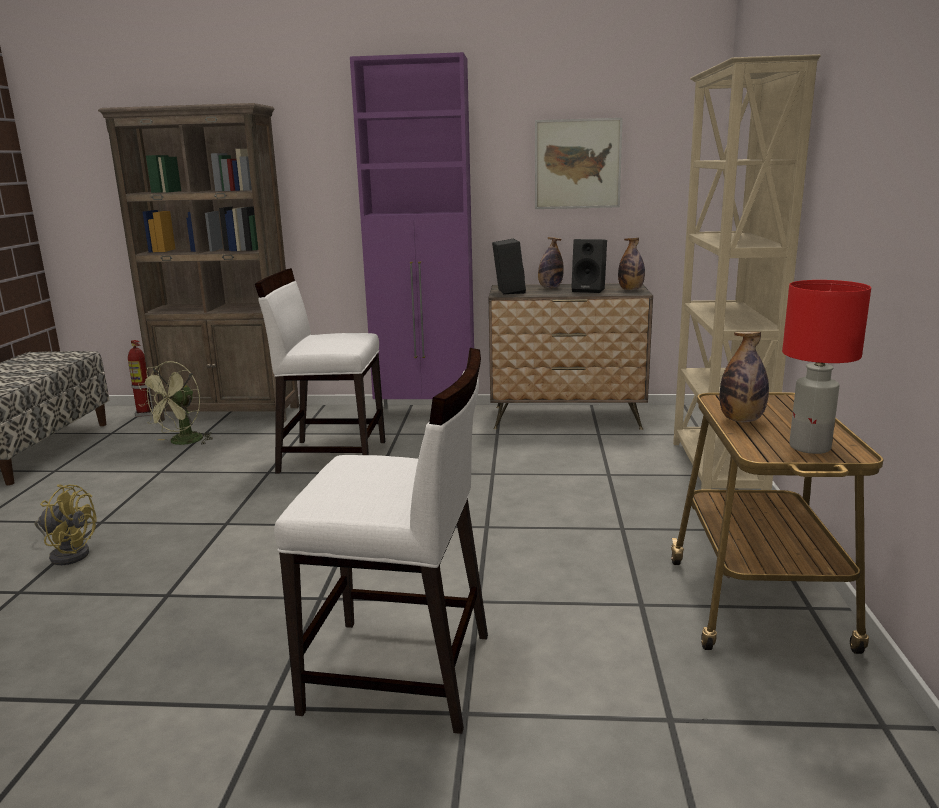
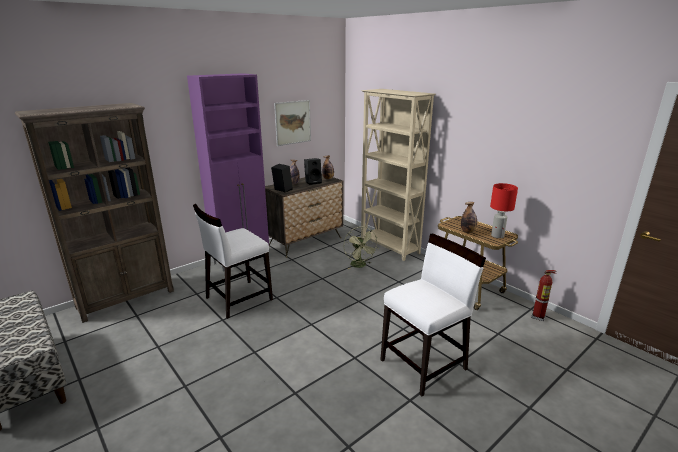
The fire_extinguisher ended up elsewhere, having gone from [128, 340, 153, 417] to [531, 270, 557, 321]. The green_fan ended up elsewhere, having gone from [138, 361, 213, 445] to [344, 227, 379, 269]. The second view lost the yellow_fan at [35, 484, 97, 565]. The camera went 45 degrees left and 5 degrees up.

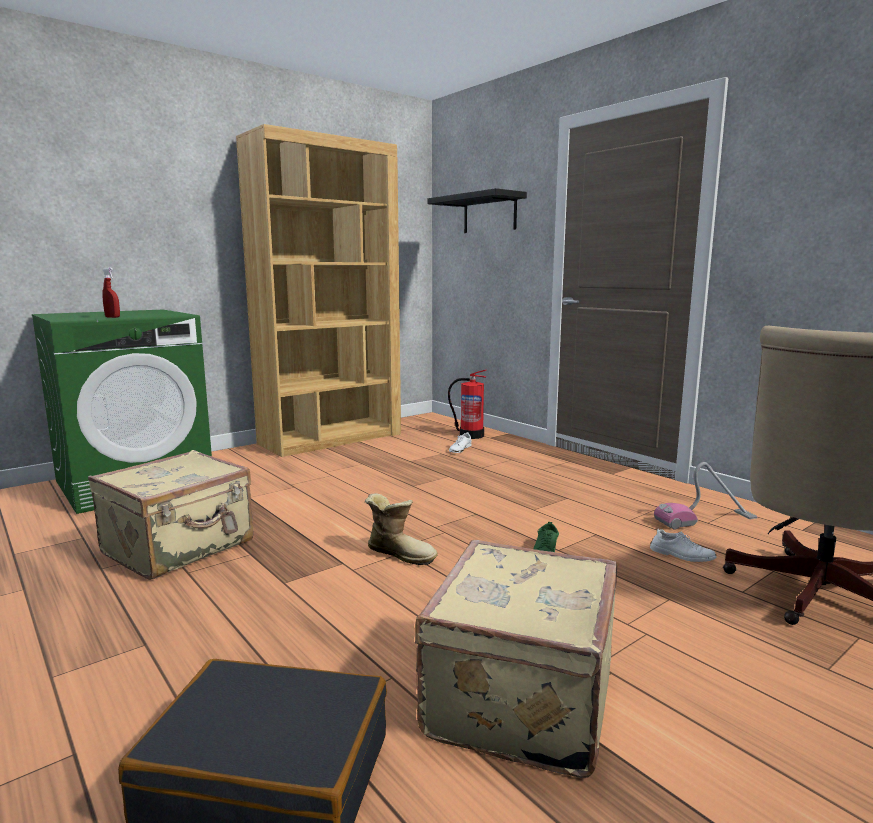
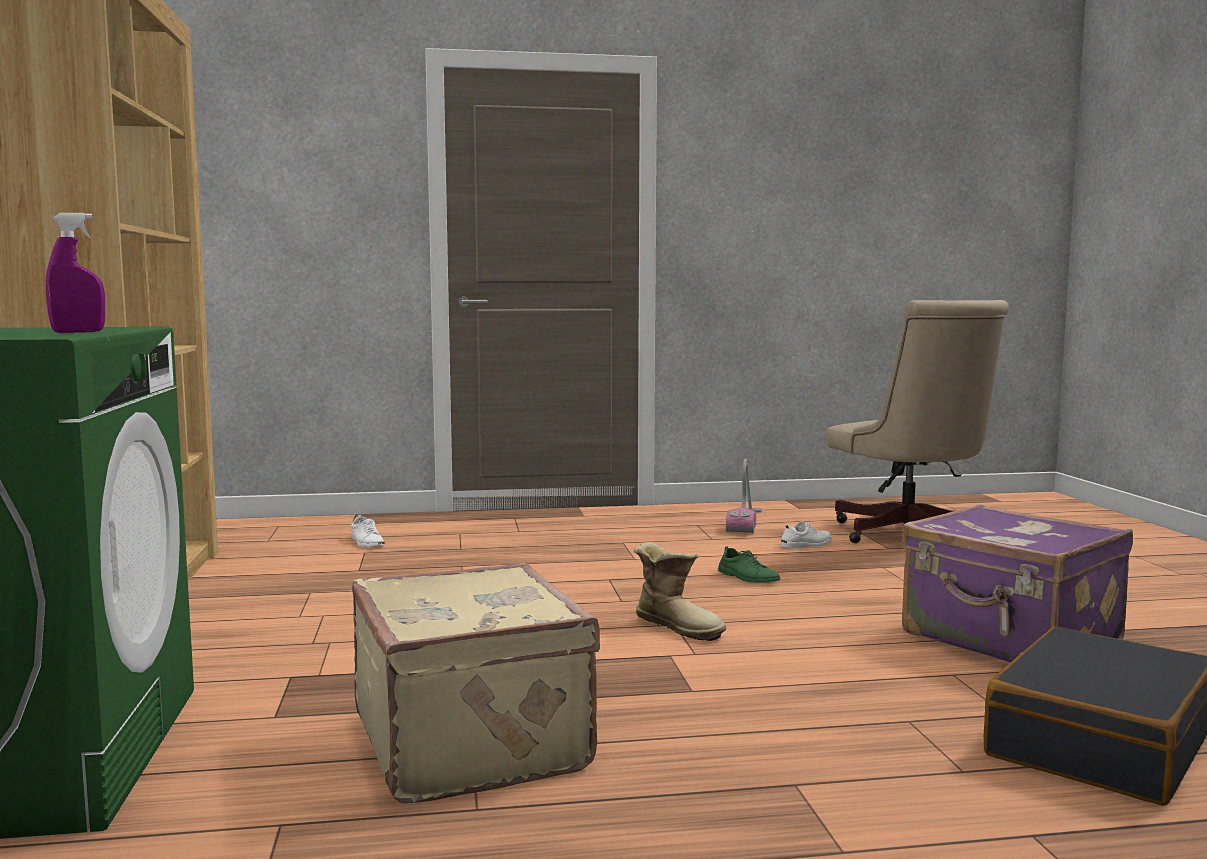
The second view lost the black_shelf at [428, 188, 527, 233]. What was the red_spray_bottle at [102, 268, 120, 318] turned into the purple_spray_bottle at [46, 213, 105, 333]. The second view lost the fire_extinguisher at [448, 369, 486, 439]. The boot at [365, 493, 438, 565] ended up facing another way, 75 degrees clockwise from before. What was the beige_suitcase at [415, 540, 617, 778] turned into the purple_suitcase at [901, 504, 1133, 663]. The camera went 60 degrees left and 5 degrees down.

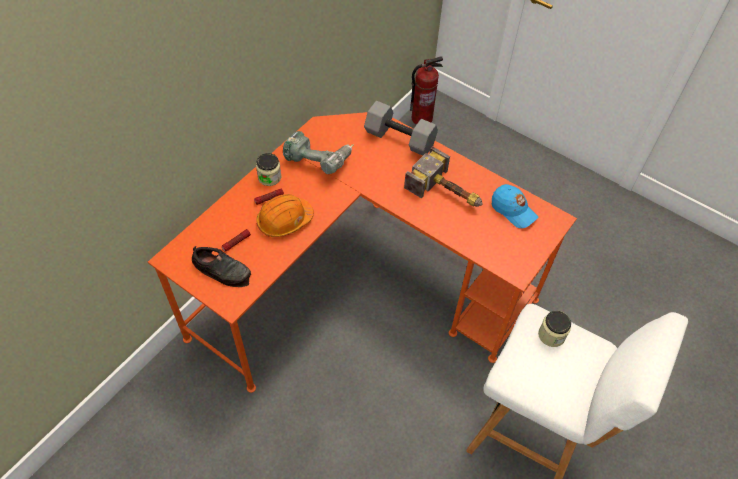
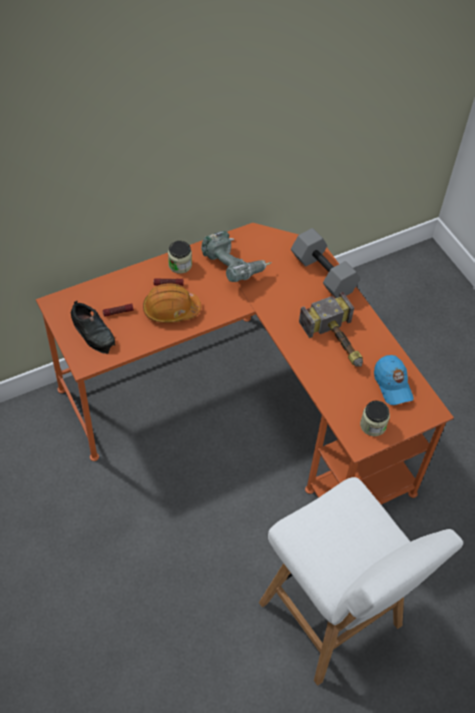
The second view lost the fire_extinguisher at [410, 56, 443, 125]. The jar ended up elsewhere, having gone from [538, 311, 571, 347] to [360, 401, 390, 436]. The camera went 25 degrees right and 0 degrees up.

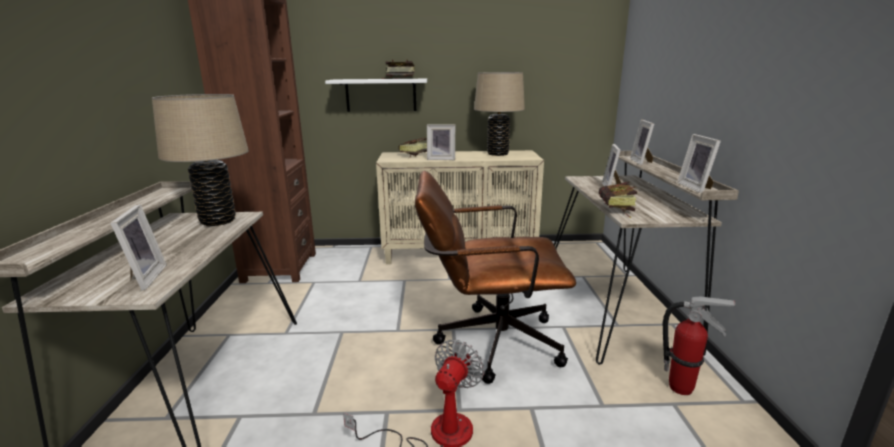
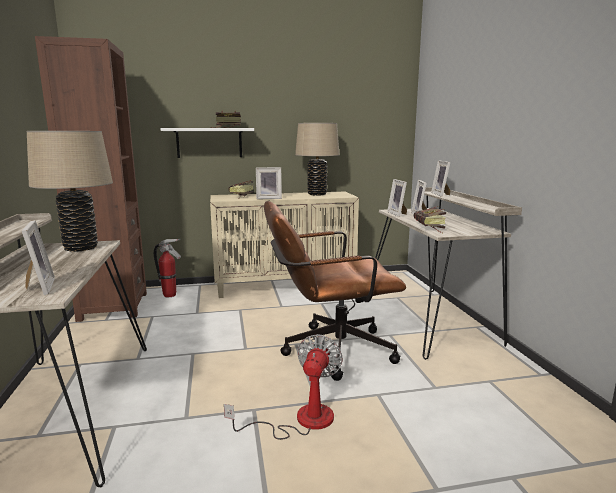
The picture_frame ended up elsewhere, having gone from [677, 134, 721, 193] to [387, 179, 407, 217]. The fire_extinguisher ended up elsewhere, having gone from [663, 297, 736, 395] to [154, 239, 181, 297]. The camera went 10 degrees left and 5 degrees down.

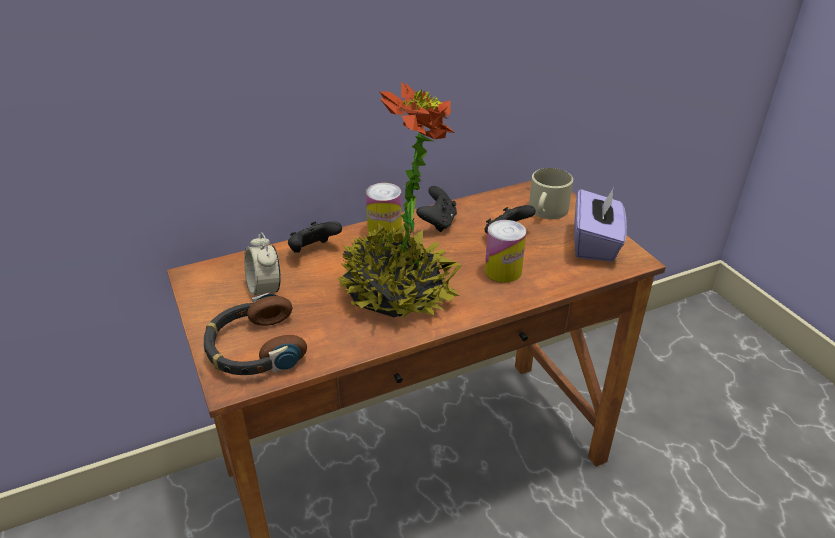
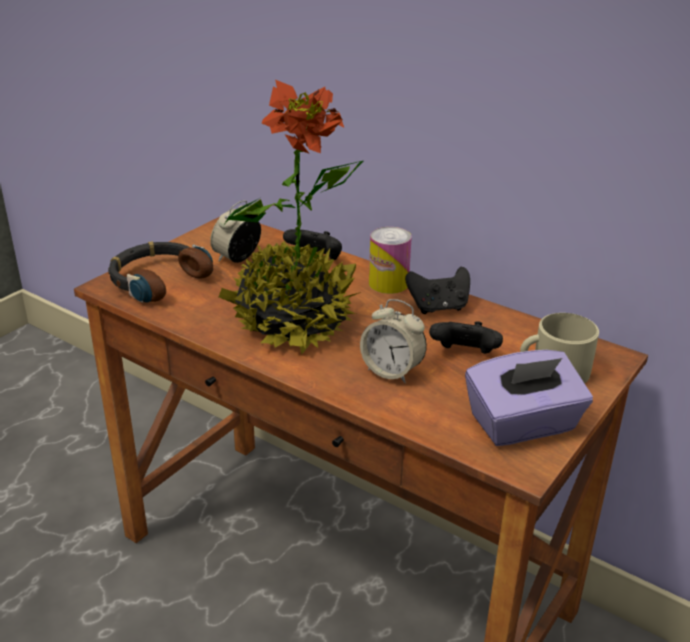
Where the can stood at [485, 220, 526, 283], the alarm_clock came to stand at [360, 299, 427, 383]. The camera went 60 degrees right and 5 degrees down.

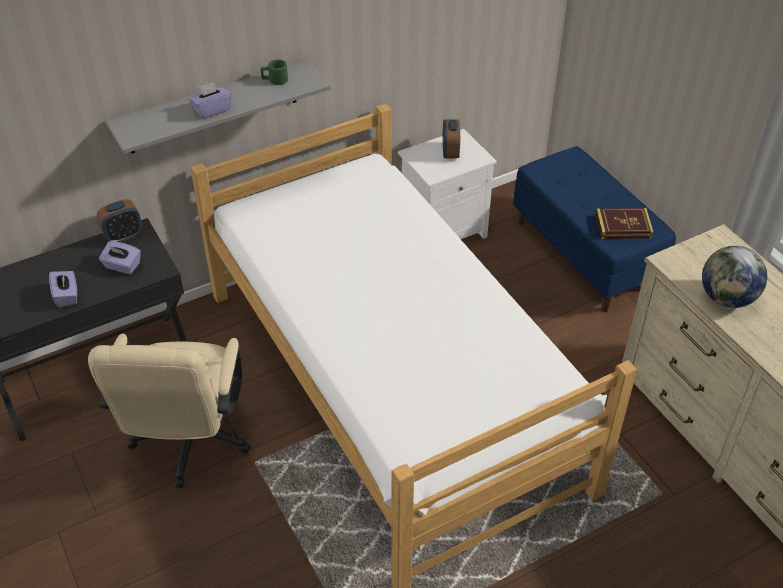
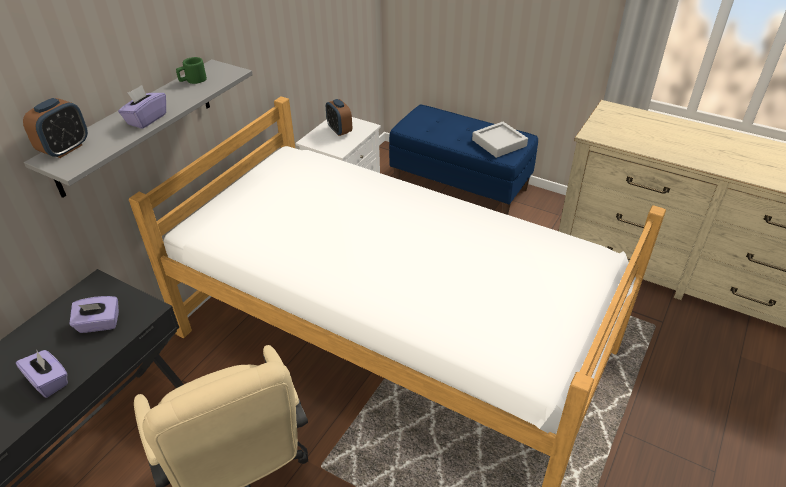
The alarm_clock ended up elsewhere, having gone from [97, 199, 142, 242] to [23, 98, 88, 158]. Where the book stood at [595, 208, 654, 239], the grey_tray came to stand at [472, 122, 528, 158]. The second view lost the globe at [702, 246, 767, 308]. The camera went 30 degrees left and 5 degrees down.

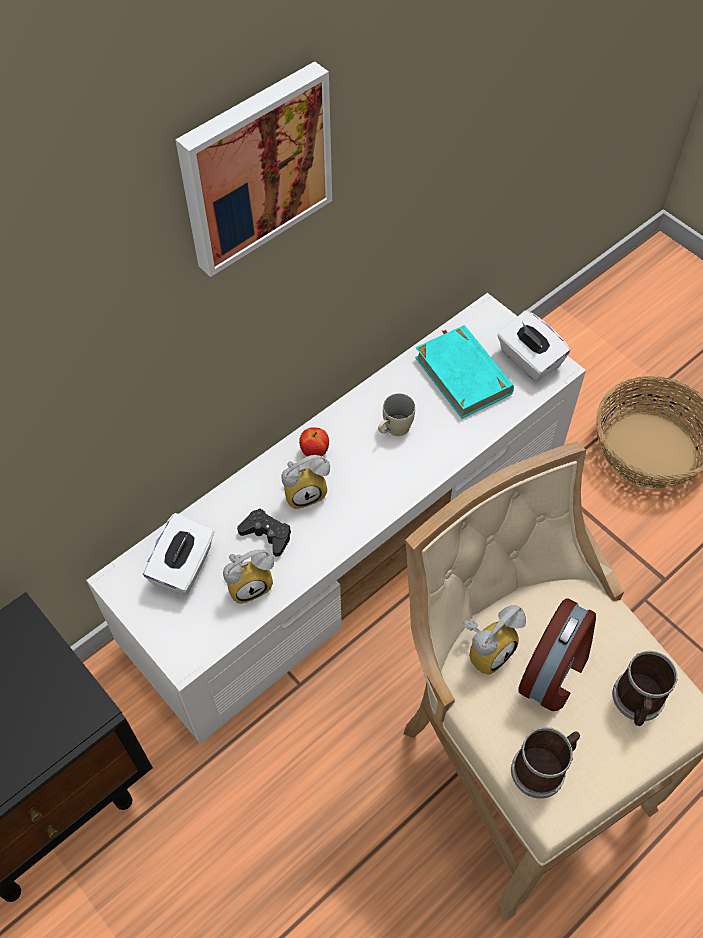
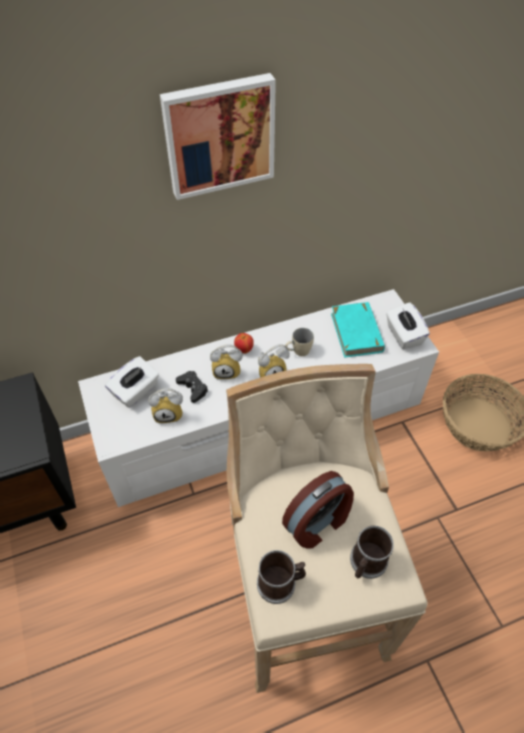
The alarm_clock ended up elsewhere, having gone from [463, 605, 526, 675] to [258, 344, 290, 378]. The camera went 20 degrees right and 5 degrees down.

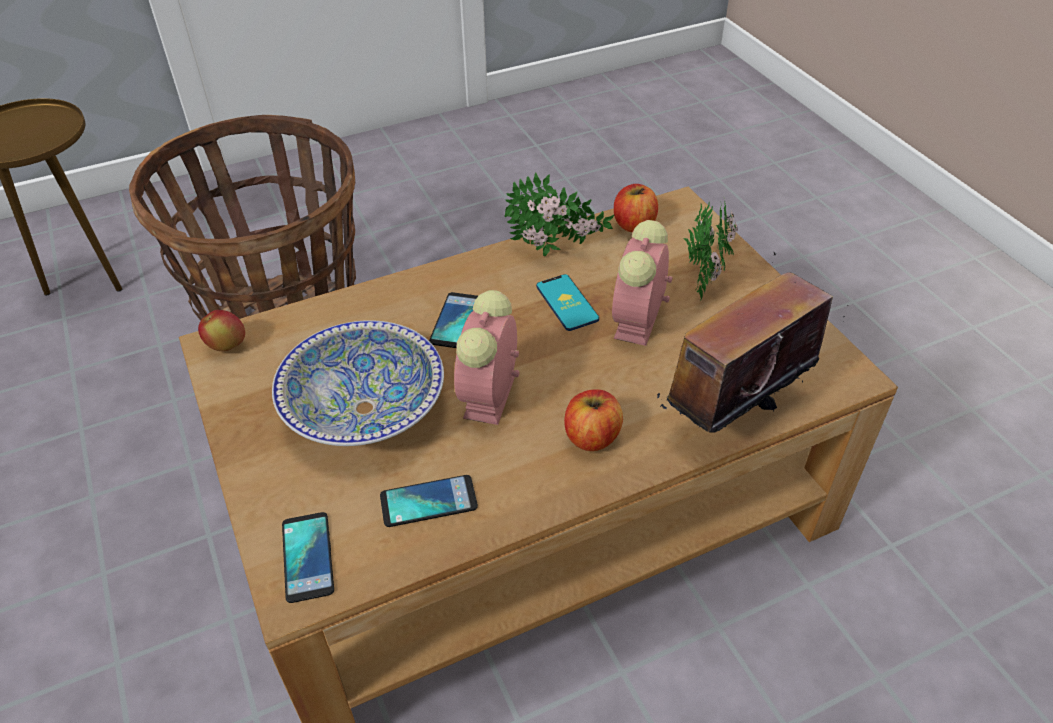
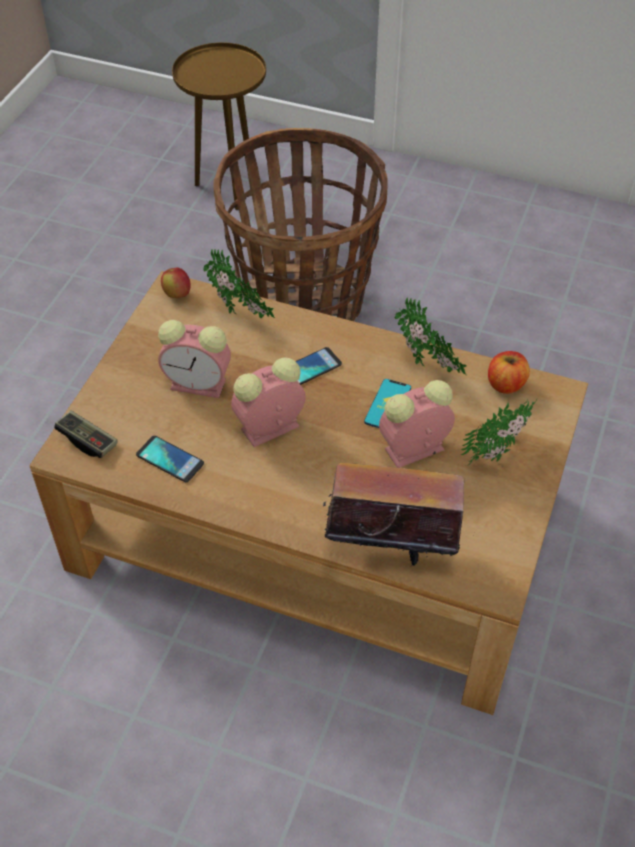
Where the bowl stood at [272, 320, 444, 446], the alarm_clock came to stand at [158, 320, 231, 398]. The second view lost the apple at [564, 390, 623, 451]. Where the phone stood at [282, 512, 334, 603], the game_controller came to stand at [54, 411, 117, 458]. The second view gained the potted_plant at [204, 249, 275, 318]. The camera went 45 degrees right and 5 degrees up.

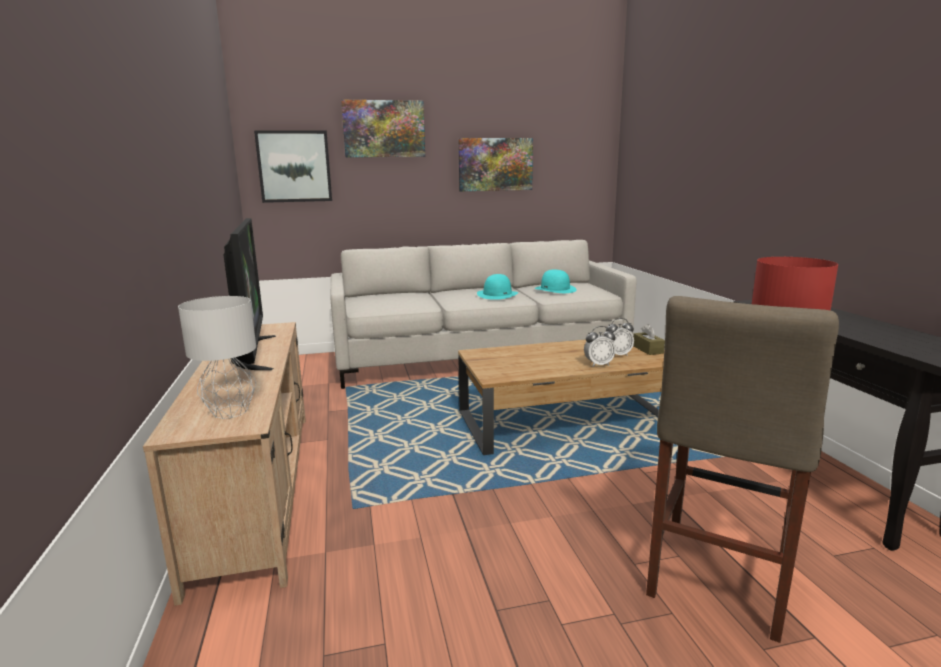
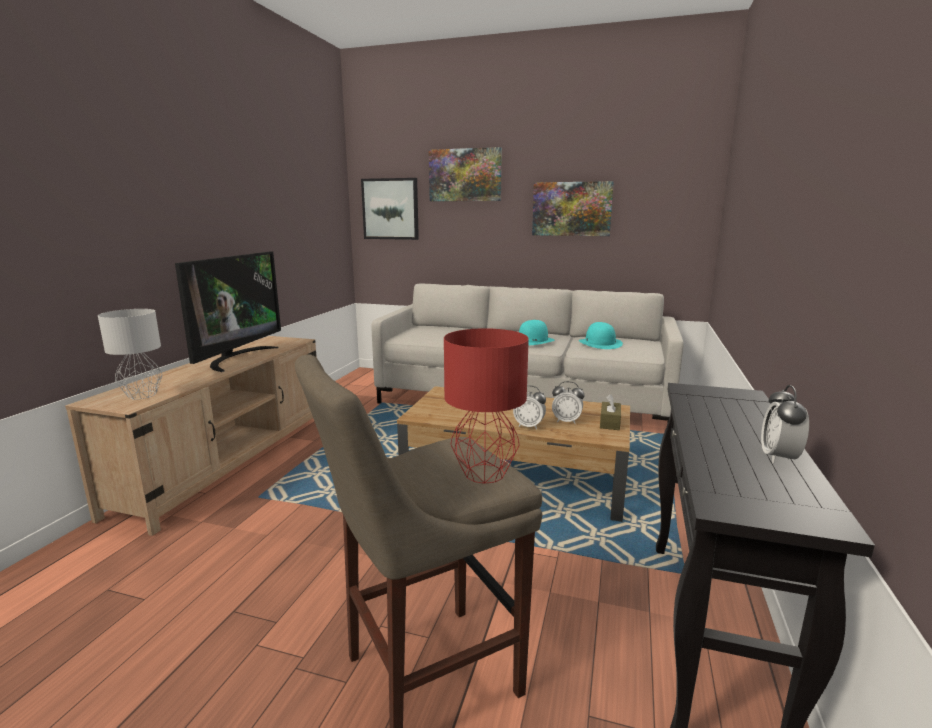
The second view gained the alarm_clock at [761, 385, 809, 464]. The camera went 30 degrees right and 0 degrees up.

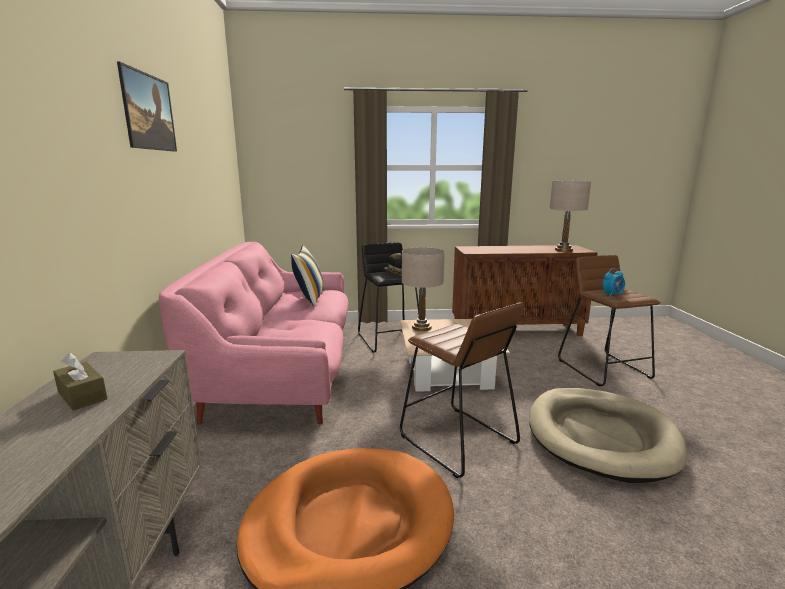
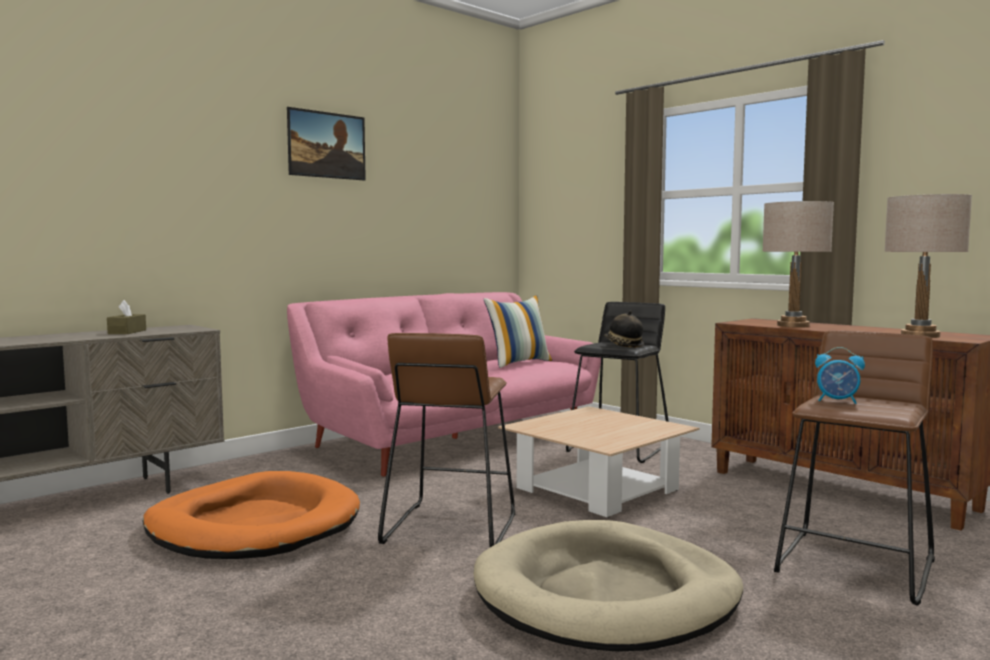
The beige_table_lamp ended up elsewhere, having gone from [402, 247, 445, 331] to [762, 201, 834, 327]. The camera went 50 degrees right and 10 degrees down.

